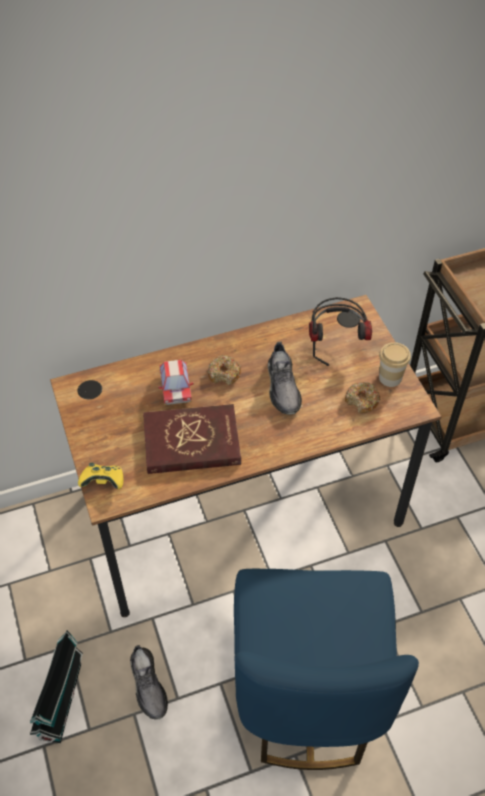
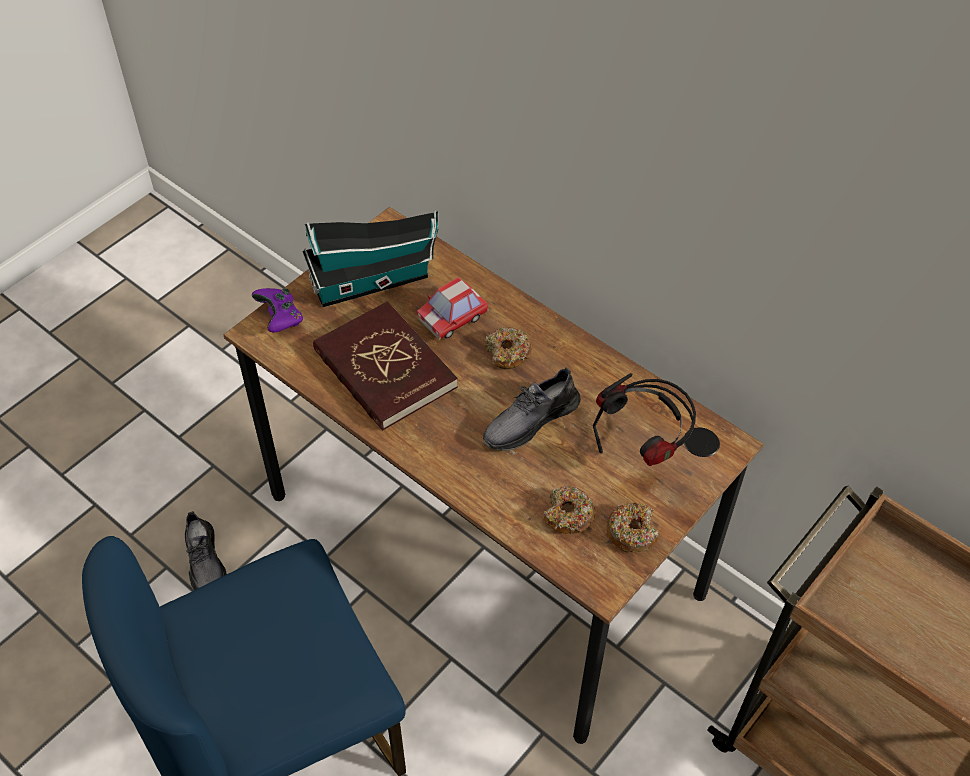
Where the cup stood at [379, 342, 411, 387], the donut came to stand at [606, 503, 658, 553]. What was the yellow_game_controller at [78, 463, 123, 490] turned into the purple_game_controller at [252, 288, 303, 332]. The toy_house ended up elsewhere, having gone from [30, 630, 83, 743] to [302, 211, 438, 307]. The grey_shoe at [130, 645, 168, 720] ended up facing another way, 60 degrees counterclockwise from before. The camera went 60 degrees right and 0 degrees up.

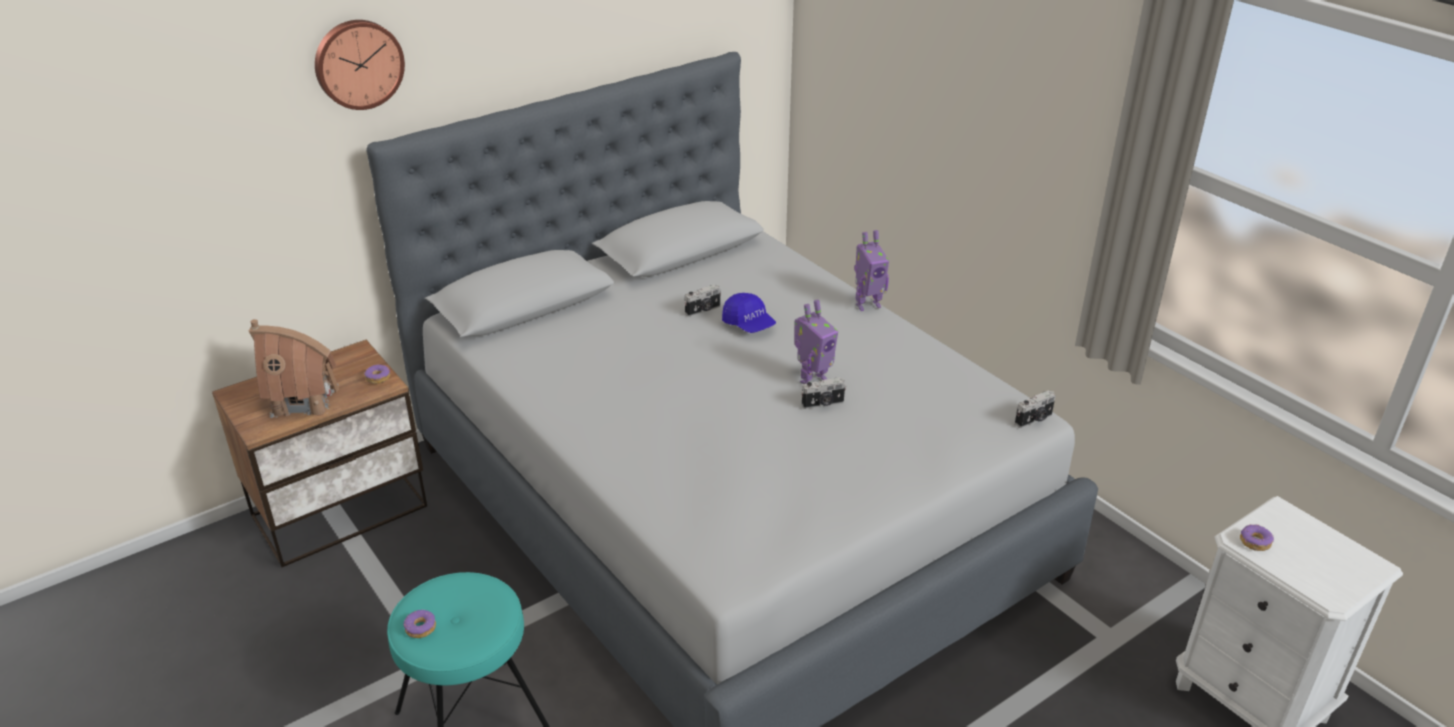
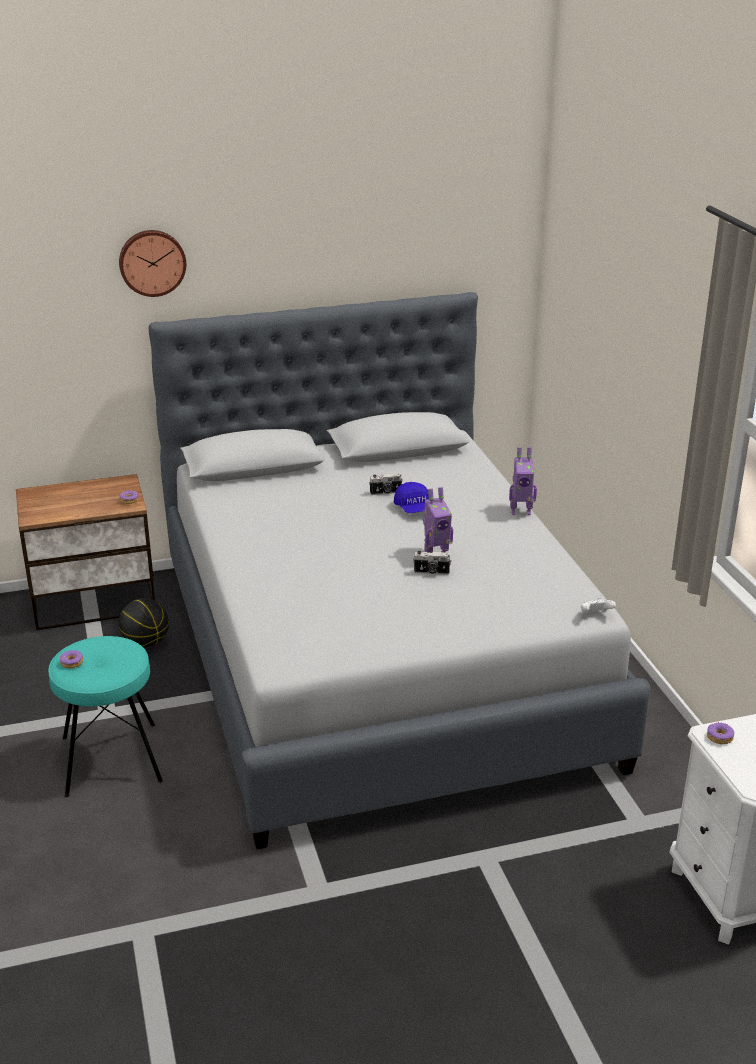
The second view lost the toy_house at [249, 319, 339, 418]. Where the photo_camera stood at [1015, 390, 1056, 428], the white_game_controller came to stand at [581, 598, 616, 614]. The second view gained the basketball at [119, 598, 169, 648]. The camera went 20 degrees right and 5 degrees down.

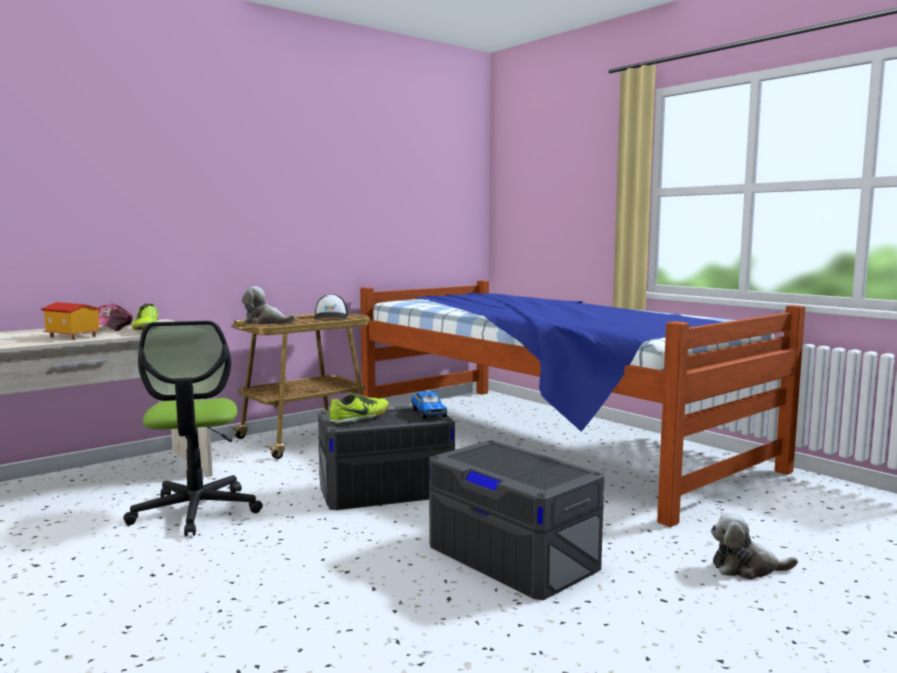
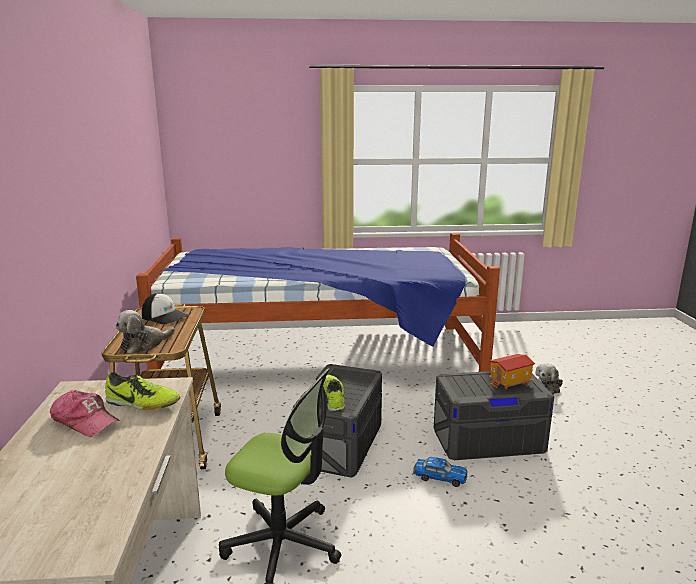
The toy_house ended up elsewhere, having gone from [41, 302, 102, 340] to [489, 354, 535, 389]. The toy_car ended up elsewhere, having gone from [411, 391, 447, 419] to [413, 457, 467, 487]. The camera went 55 degrees left and 10 degrees up.

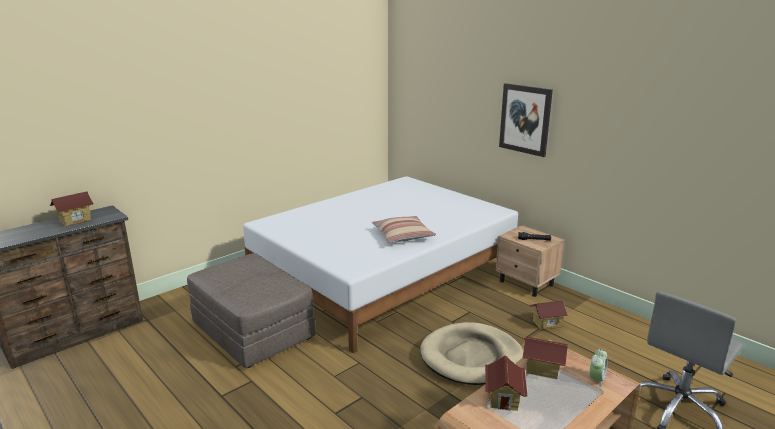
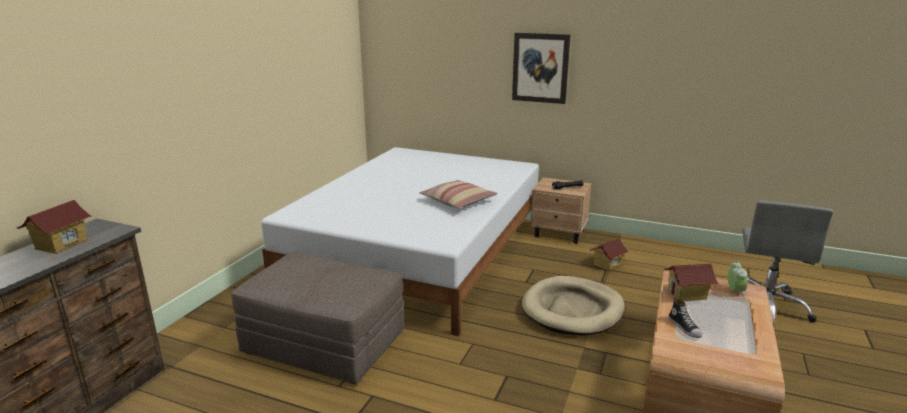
Where the toy_house stood at [485, 356, 527, 411], the shoe came to stand at [668, 298, 702, 338]. The camera went 25 degrees left and 0 degrees up.

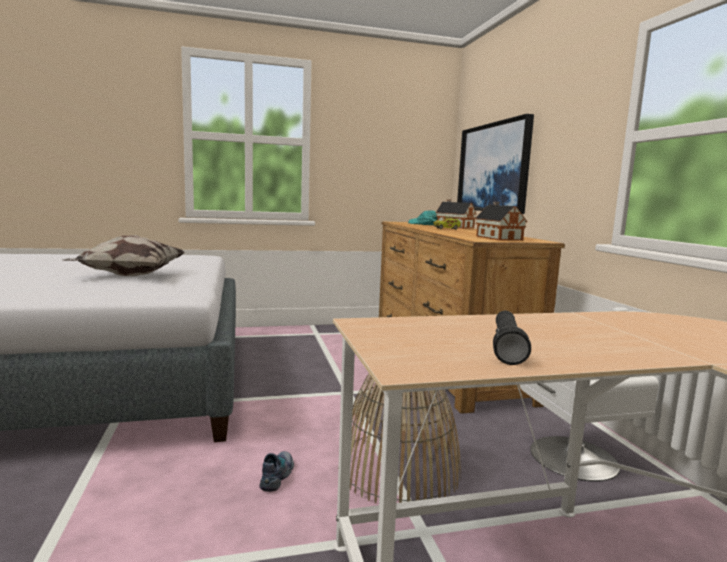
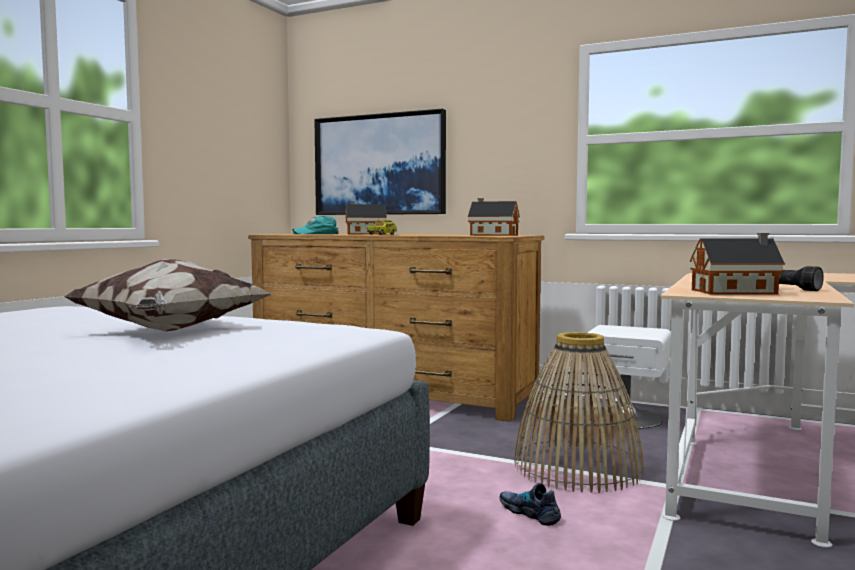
The second view gained the toy_house at [690, 233, 785, 295]. The camera went 50 degrees left and 5 degrees down.

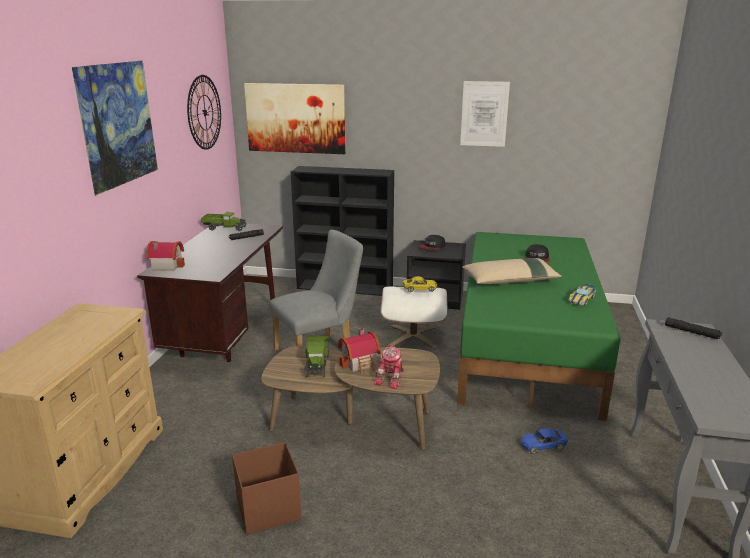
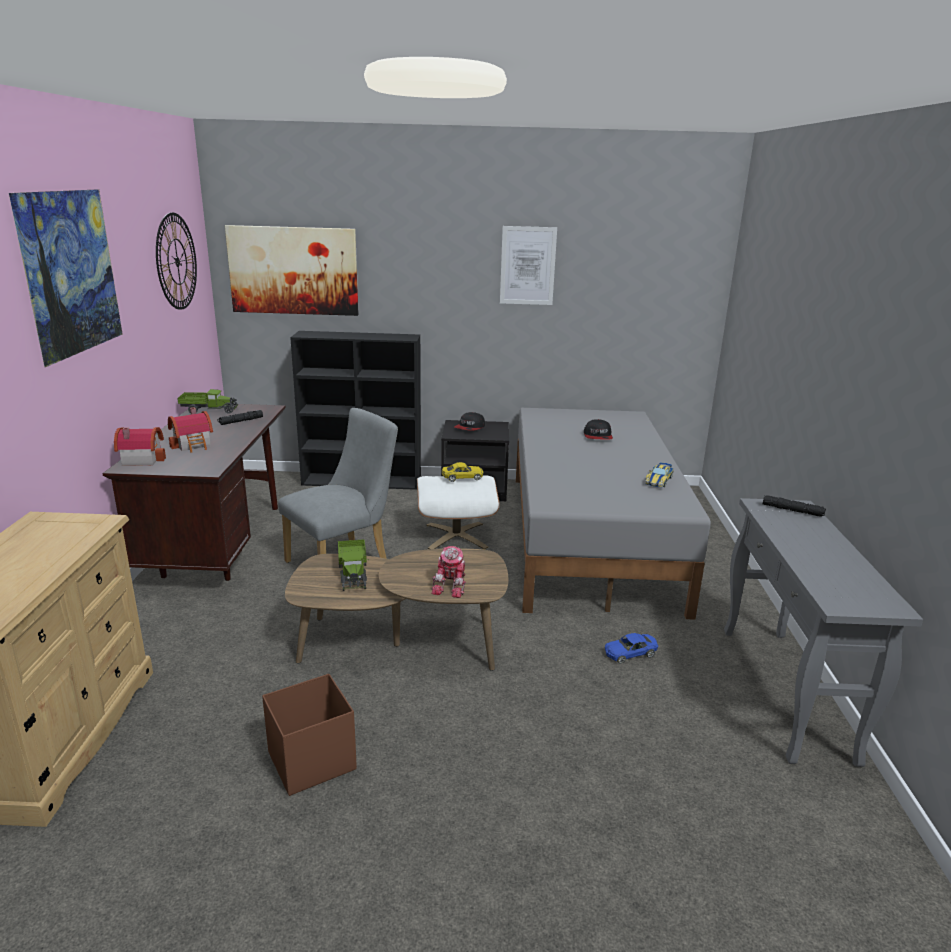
What was the green_bed at [457, 232, 620, 421] turned into the grey_bed at [516, 408, 711, 620]. The second view lost the beige_pillow at [462, 258, 562, 284]. The toy_house ended up elsewhere, having gone from [338, 328, 381, 374] to [168, 407, 213, 453]. The camera went 10 degrees left and 0 degrees up.

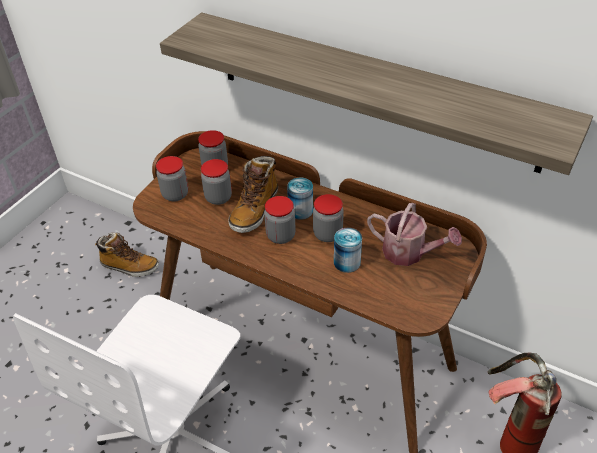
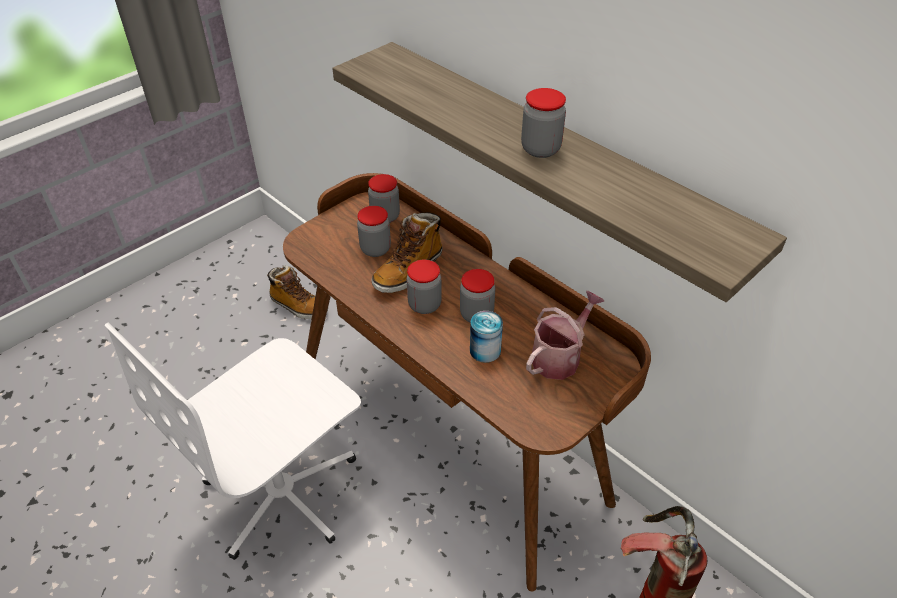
The jar ended up elsewhere, having gone from [156, 156, 188, 202] to [521, 88, 566, 158]. The second view lost the can at [287, 178, 313, 220]. The watering_can at [367, 203, 462, 266] ended up facing another way, 90 degrees counterclockwise from before. The camera went 15 degrees right and 0 degrees up.

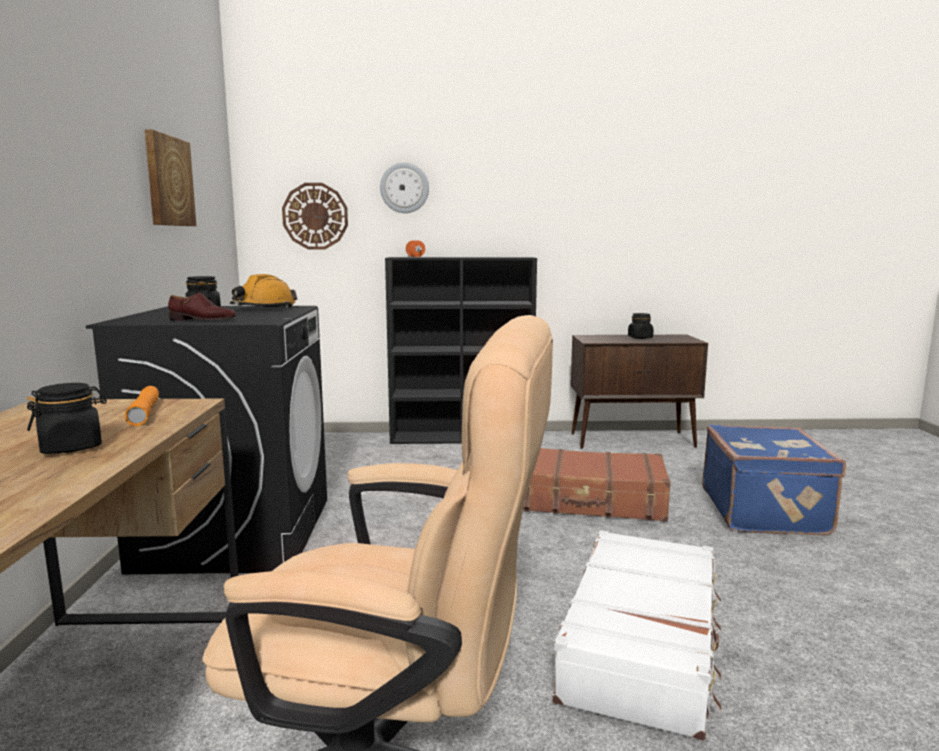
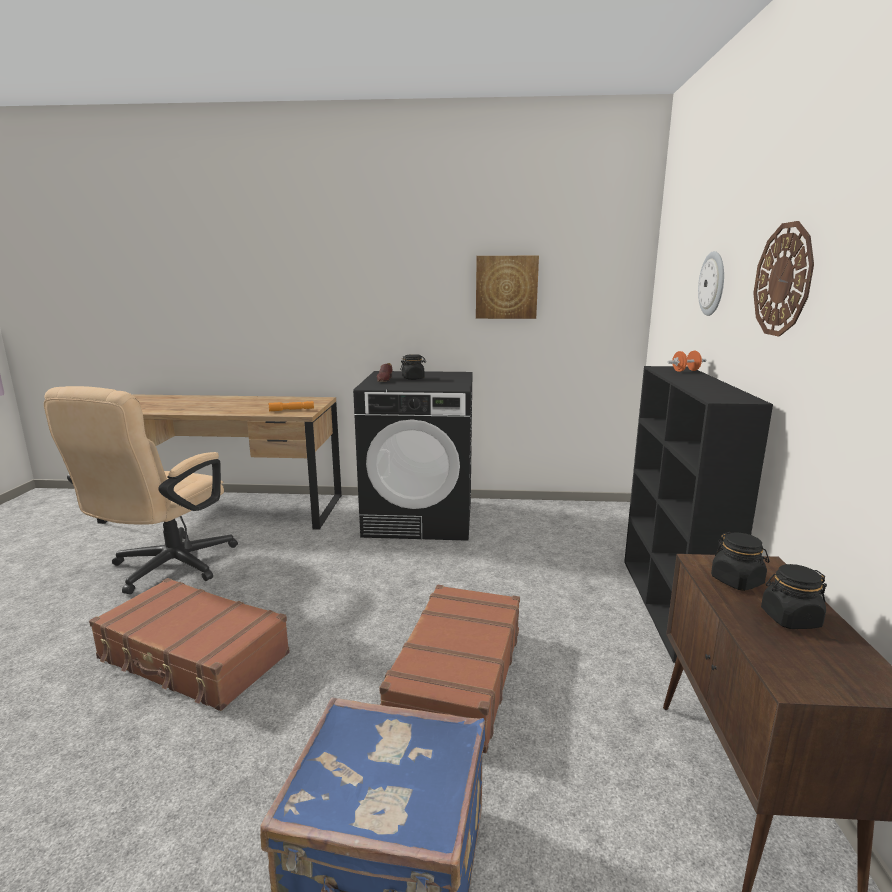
The wall_clock ended up elsewhere, having gone from [282, 183, 348, 249] to [753, 221, 814, 336]. The second view lost the orange_hard_hat at [230, 274, 298, 308]. The black_jar ended up elsewhere, having gone from [26, 383, 107, 454] to [711, 532, 770, 591]. What was the white_suitcase at [552, 530, 721, 741] turned into the brown_suitcase at [89, 578, 290, 711]. The camera went 95 degrees right and 5 degrees up.

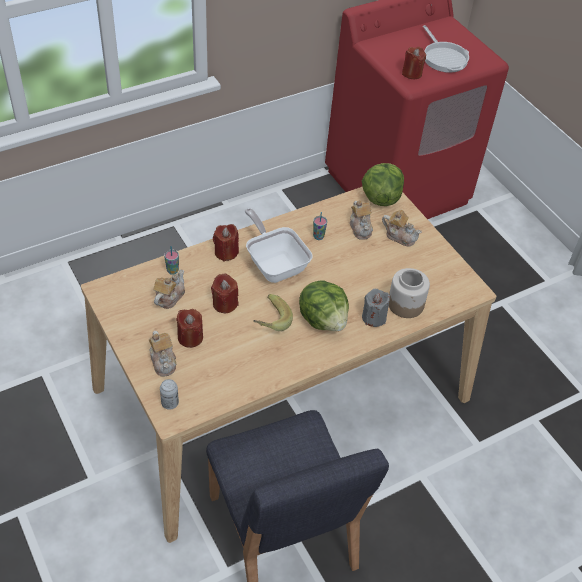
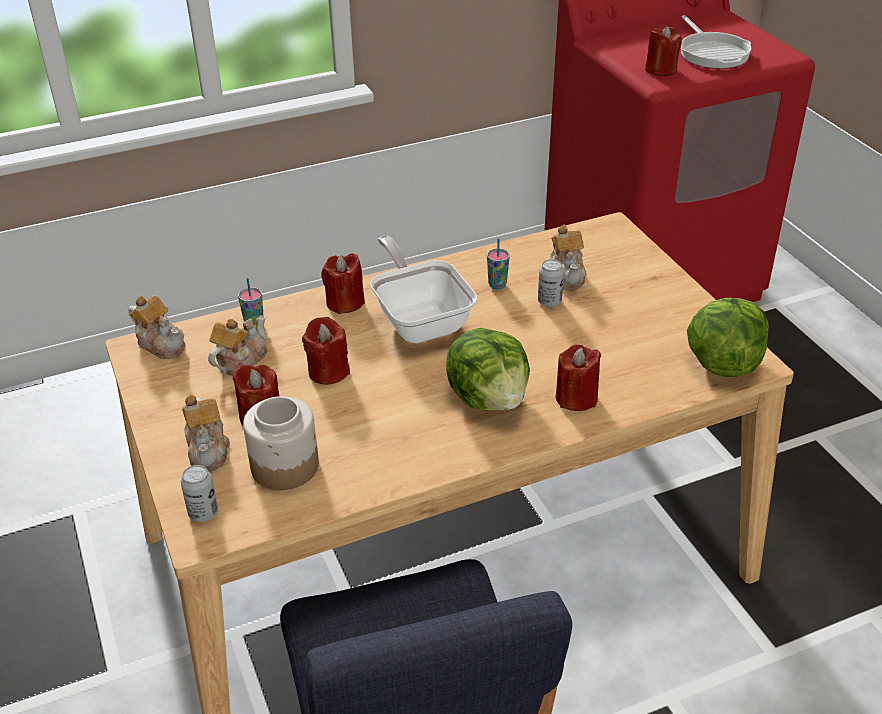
The lettuce ended up elsewhere, having gone from [362, 163, 404, 206] to [687, 298, 769, 377]. The teapot ended up elsewhere, having gone from [382, 210, 422, 246] to [128, 295, 185, 359]. The jar ended up elsewhere, having gone from [389, 268, 430, 318] to [243, 396, 319, 490]. What was the grey_candle at [362, 289, 390, 327] turned into the red_candle at [556, 344, 601, 411]. The second view lost the banana at [253, 294, 293, 331]. The second view gained the can at [538, 259, 564, 307]. The camera went 10 degrees right and 10 degrees down.

